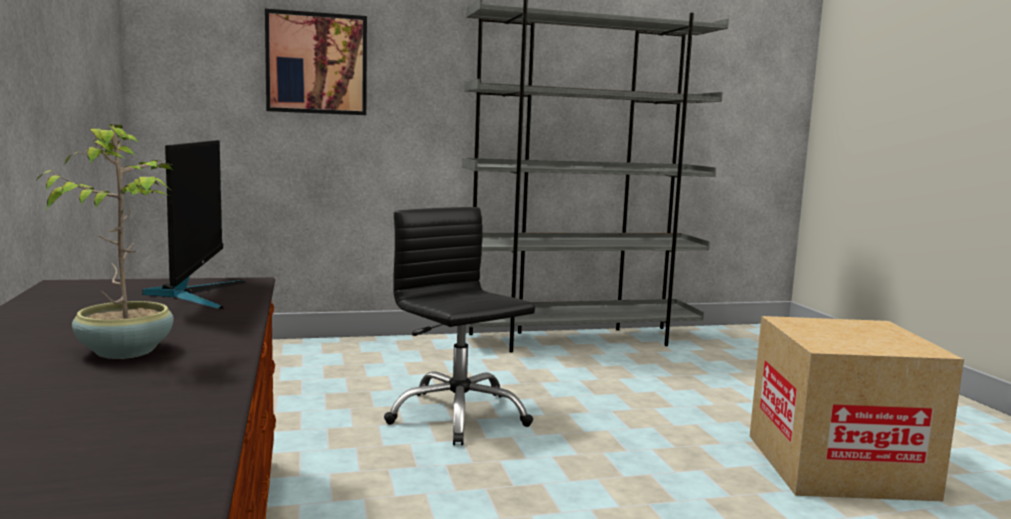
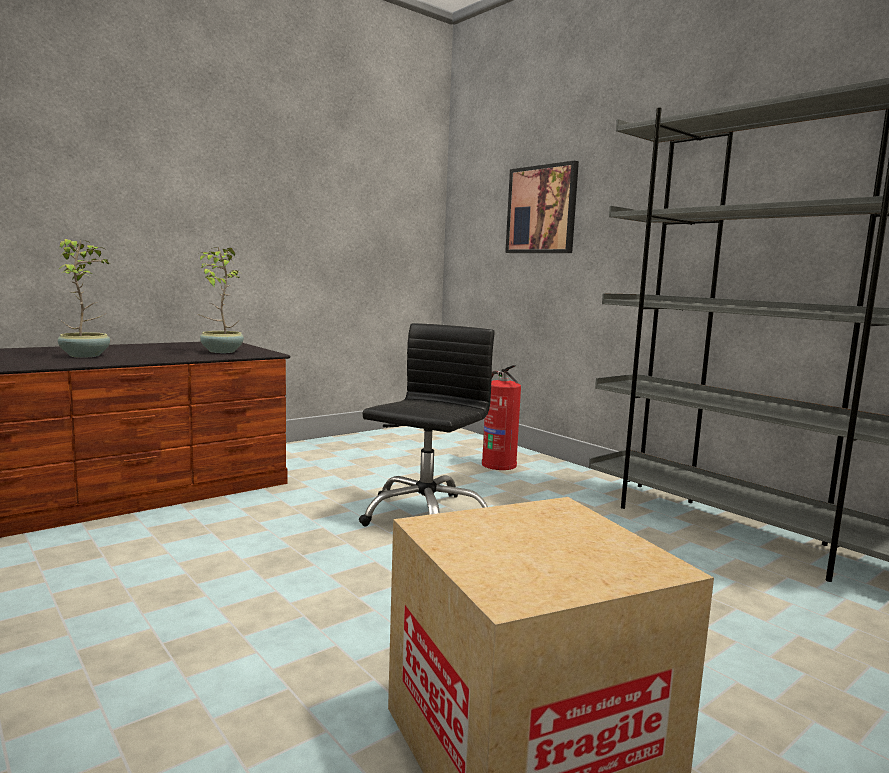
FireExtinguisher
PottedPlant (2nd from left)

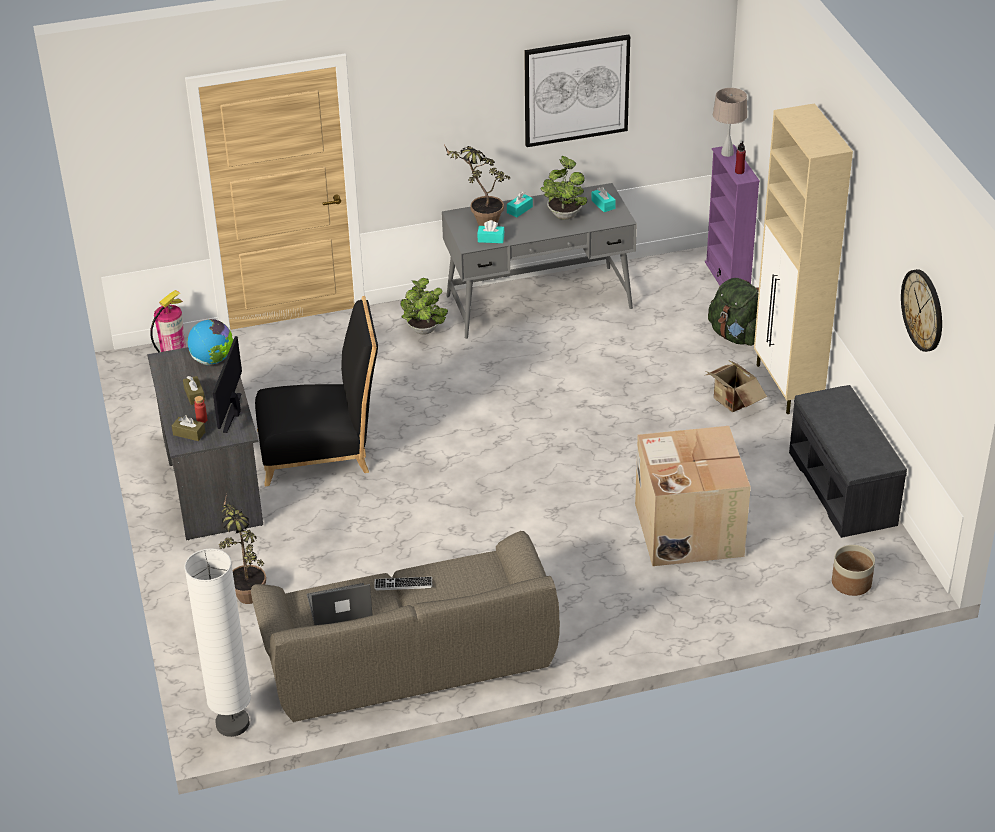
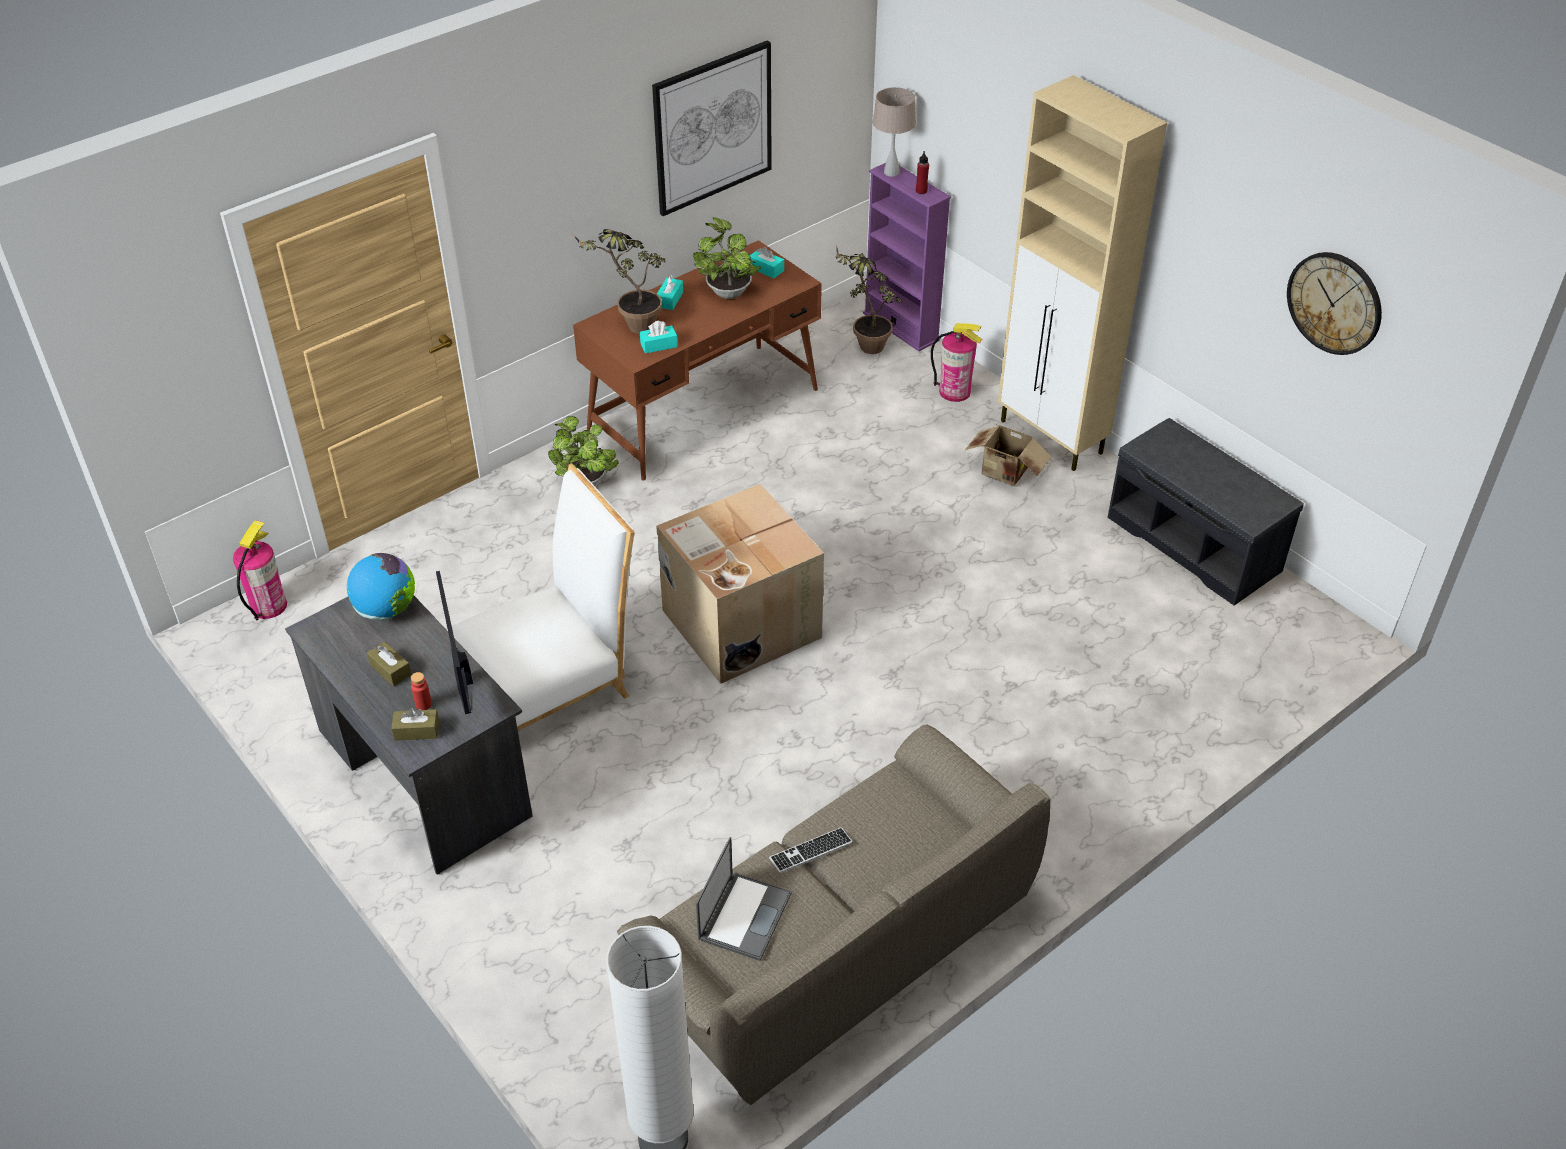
Planter
PottedPlant (4th from left)
CardboardBox (1st from left)
FireExtinguisher (2nd from left)
WhiteChair
BrownDesk
Laptop

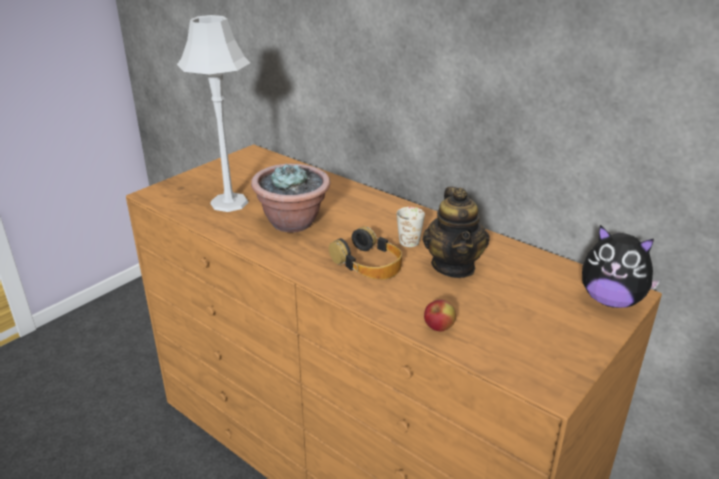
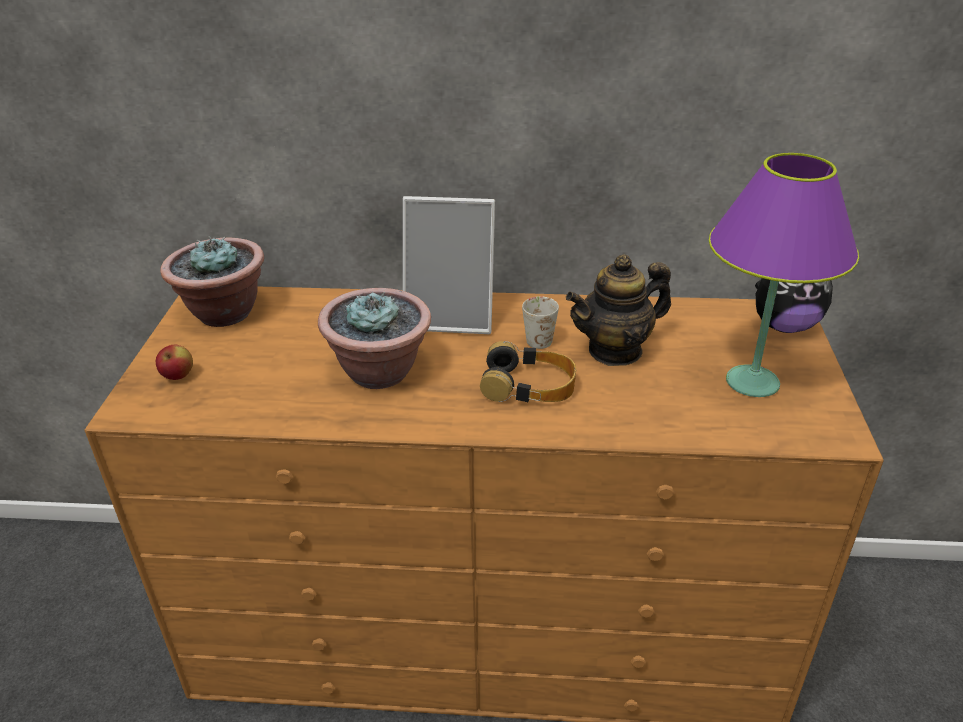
GreyTableLamp
PottedPlant (1st from left)
PictureFrame
PurpleTableLamp
Apple
Teapot

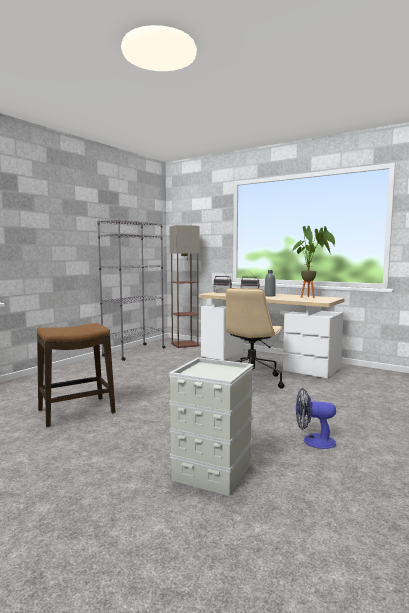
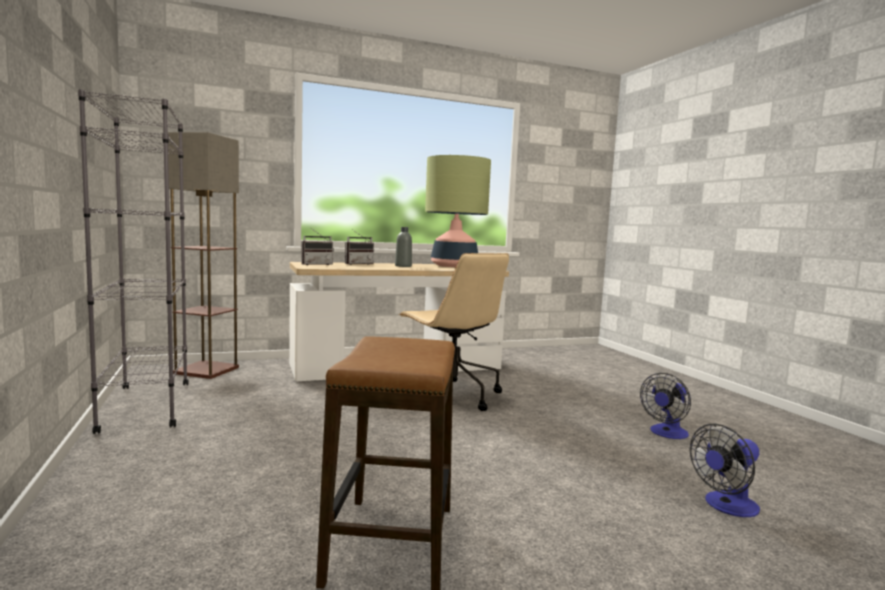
Fan (2nd from left)
TableLamp

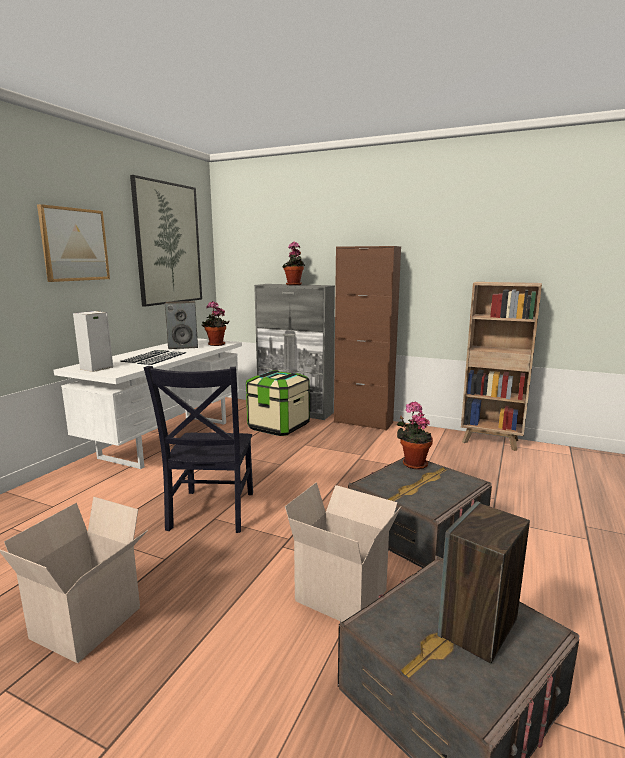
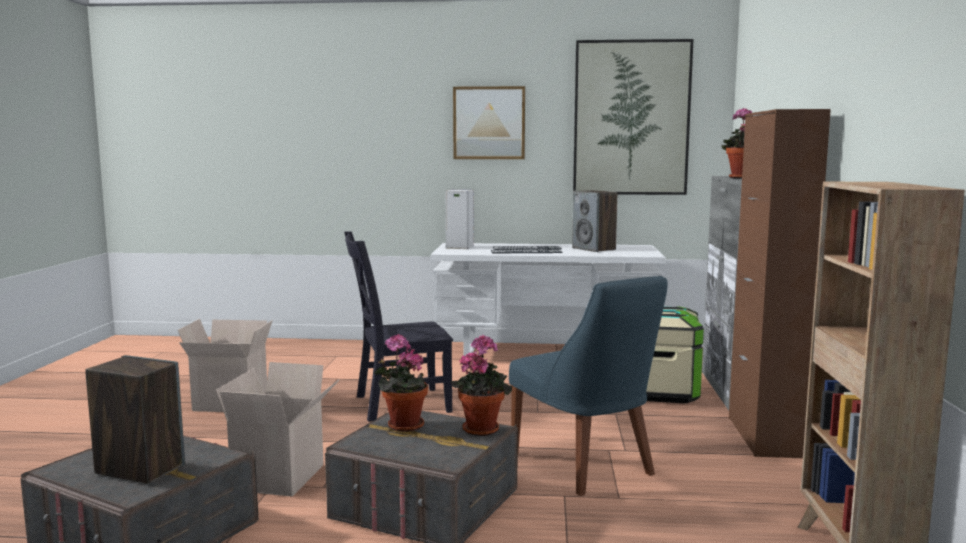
BlueChair
PottedPlant (1st from left)

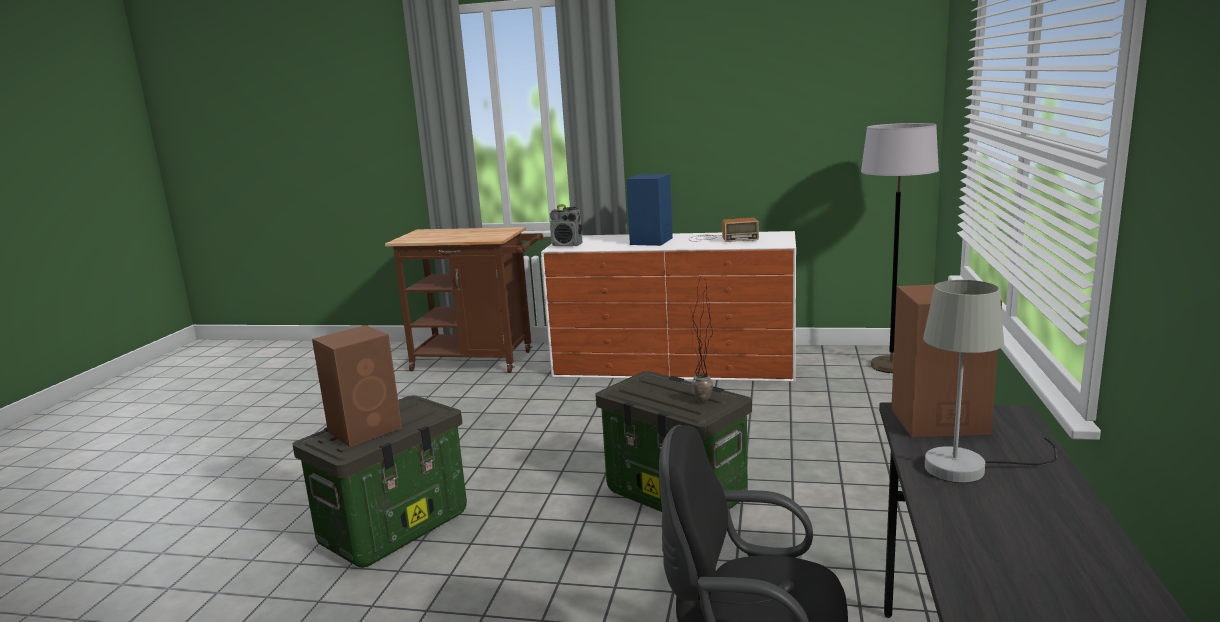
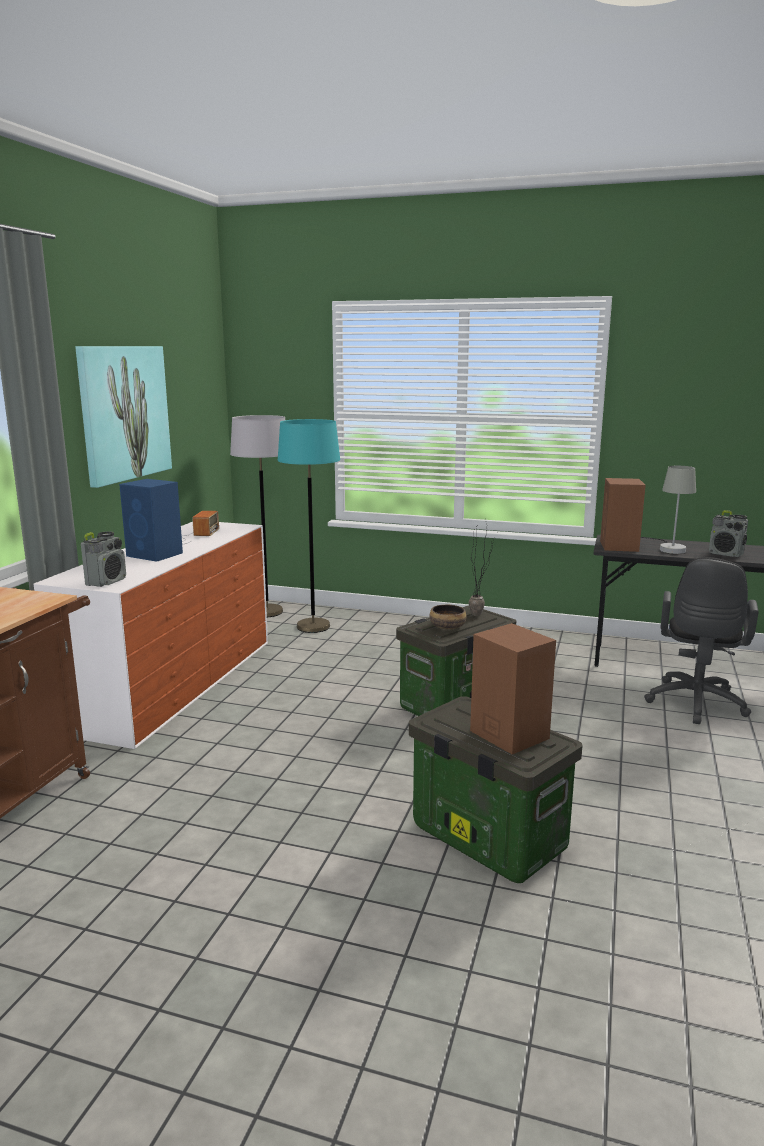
Picture
TurquoiseFloorLamp
Bowl
Radio (3rd from left)

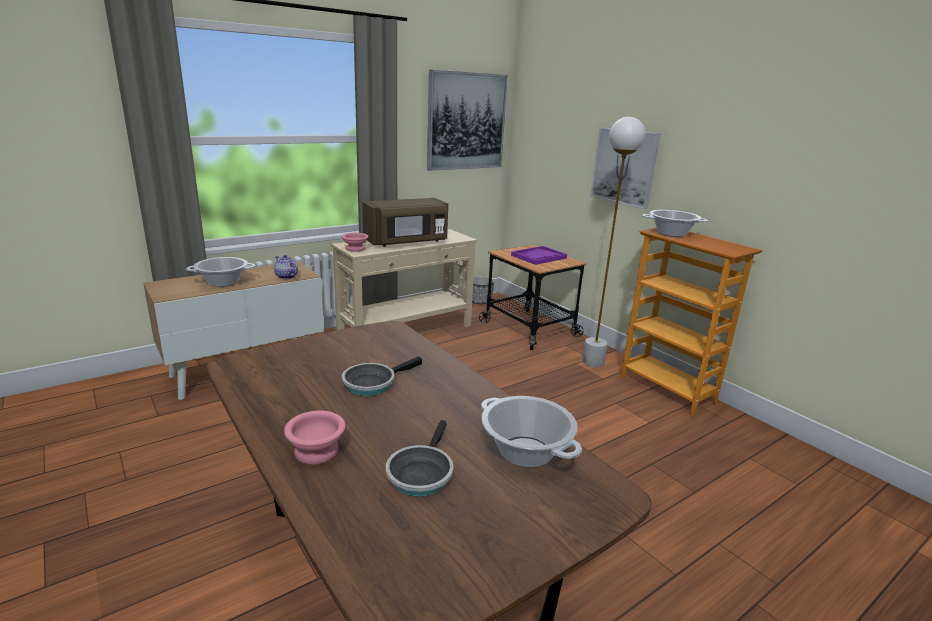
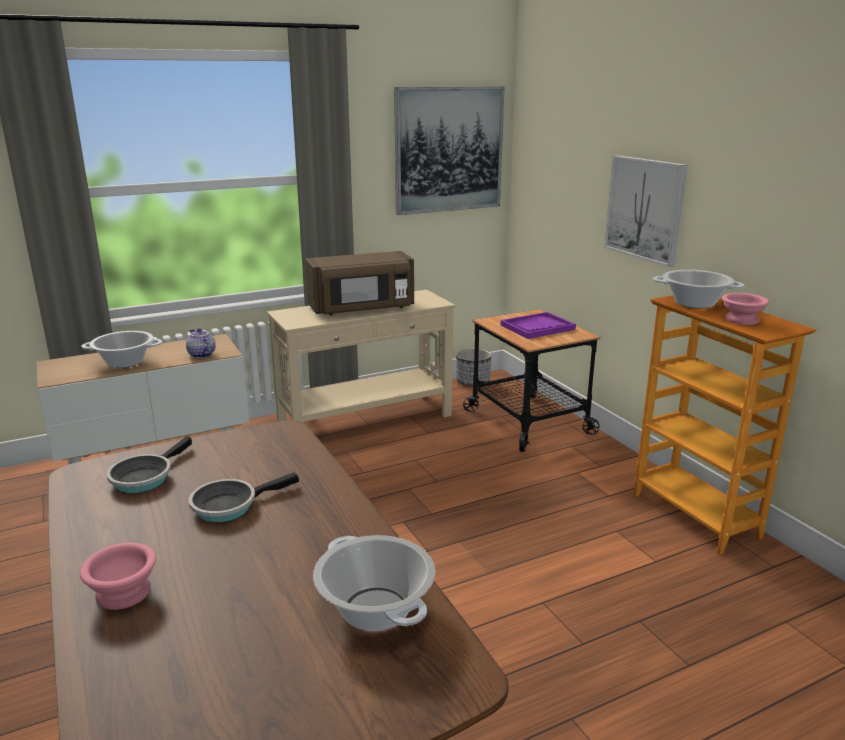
WhiteFloorLamp
PinkBowl (2nd from left)
FryingPan (1st from left)

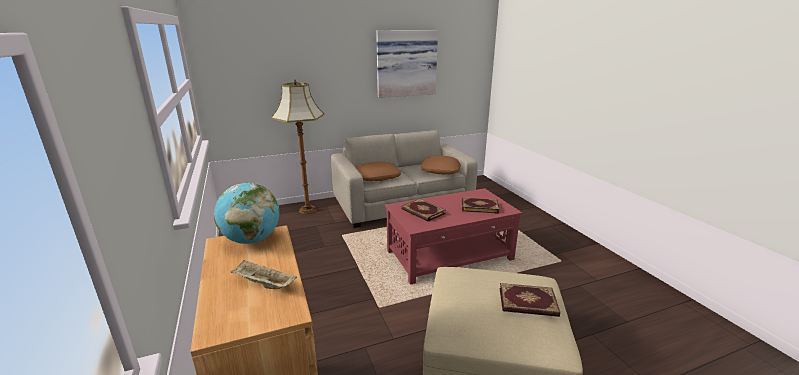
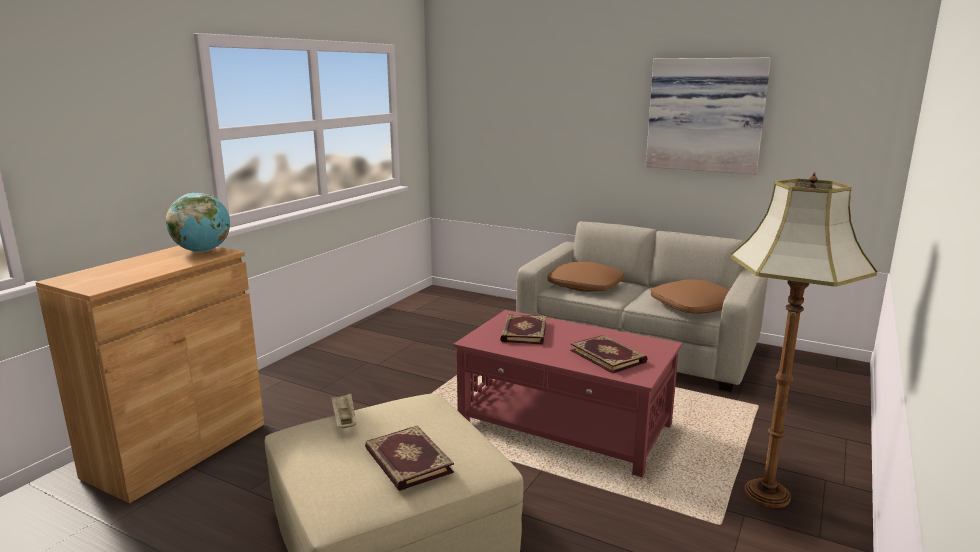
BeigeTray
FloorLamp

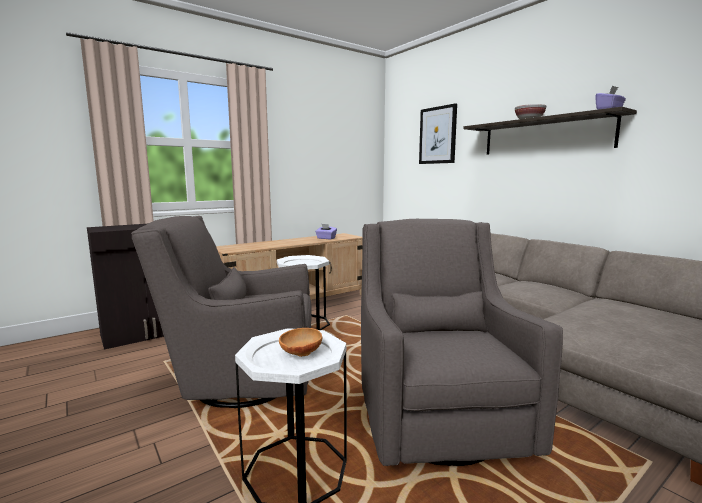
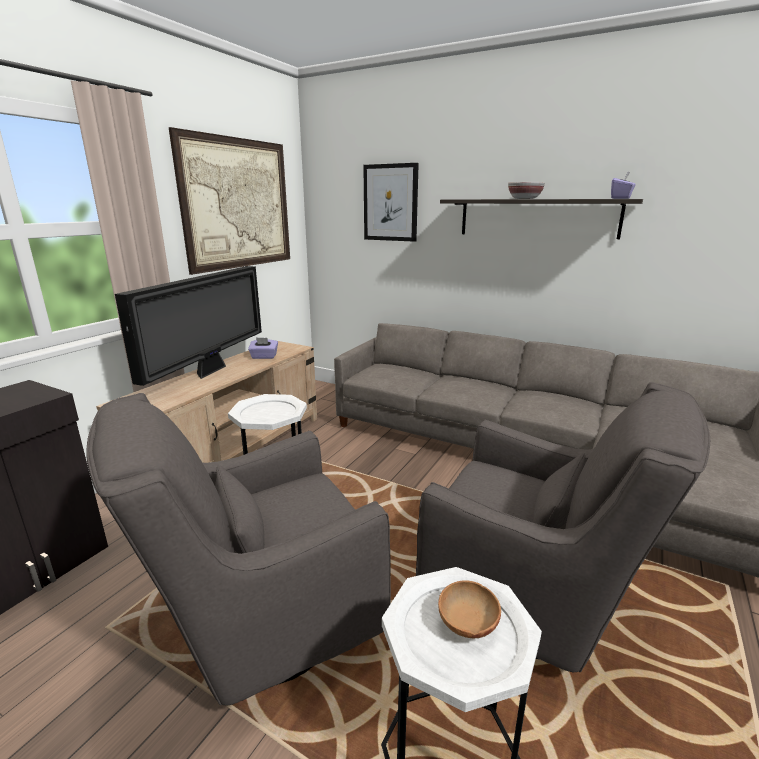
Television
Picture (1st from left)
GreyArmchair (2nd from left)

